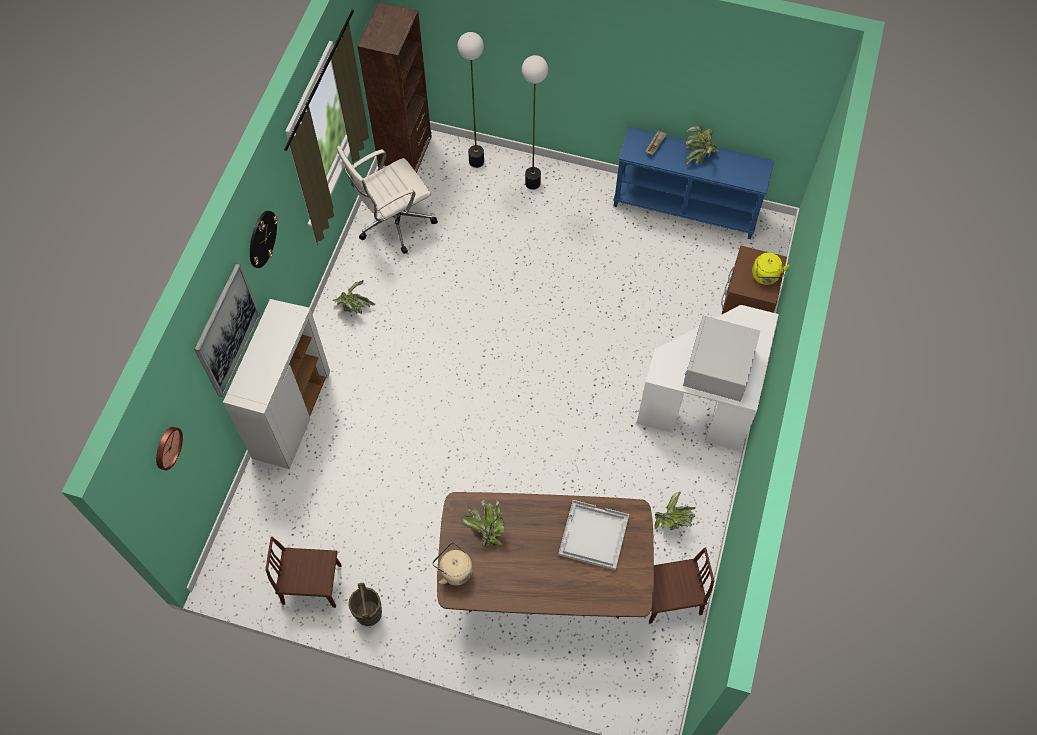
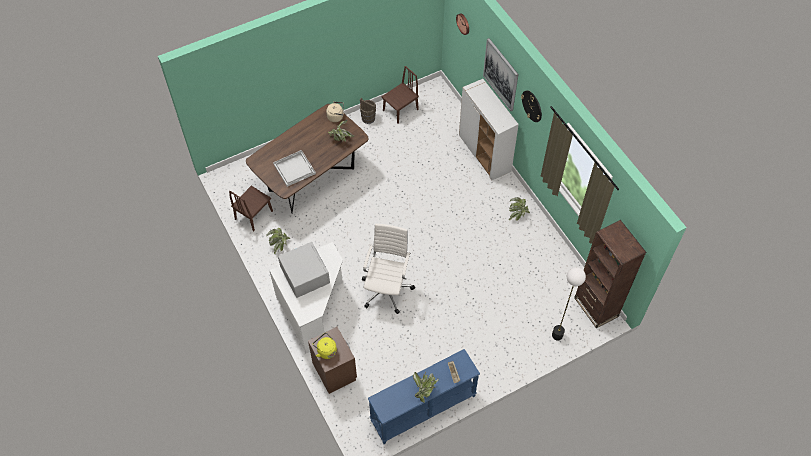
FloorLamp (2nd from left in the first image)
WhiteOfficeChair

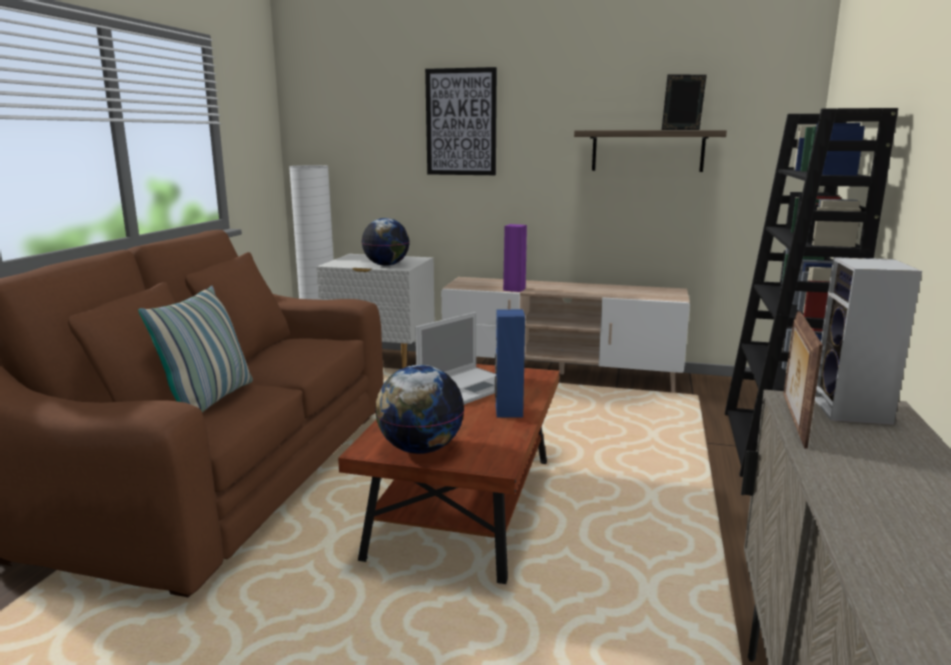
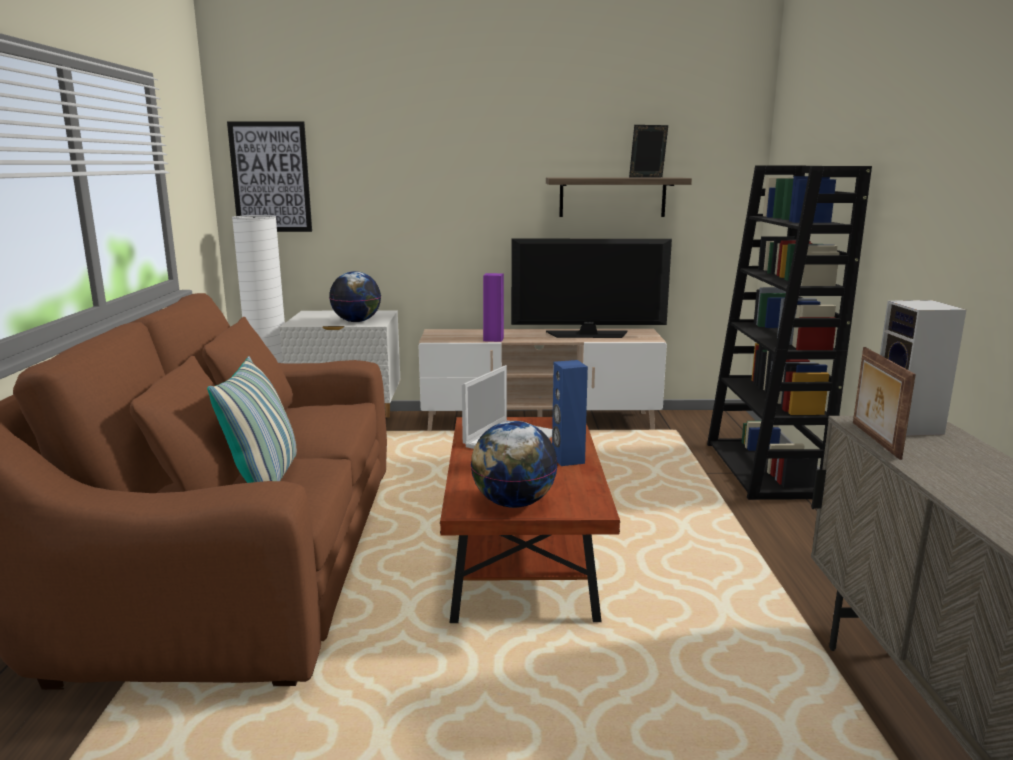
Television
Picture

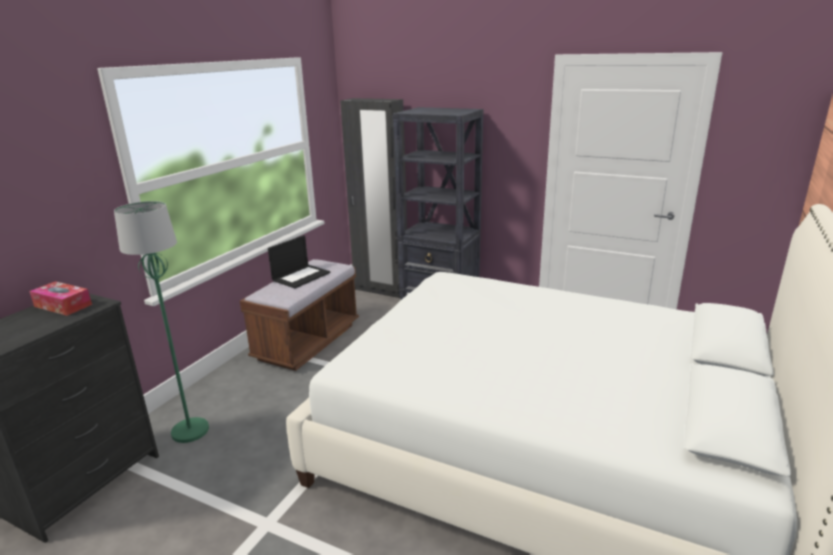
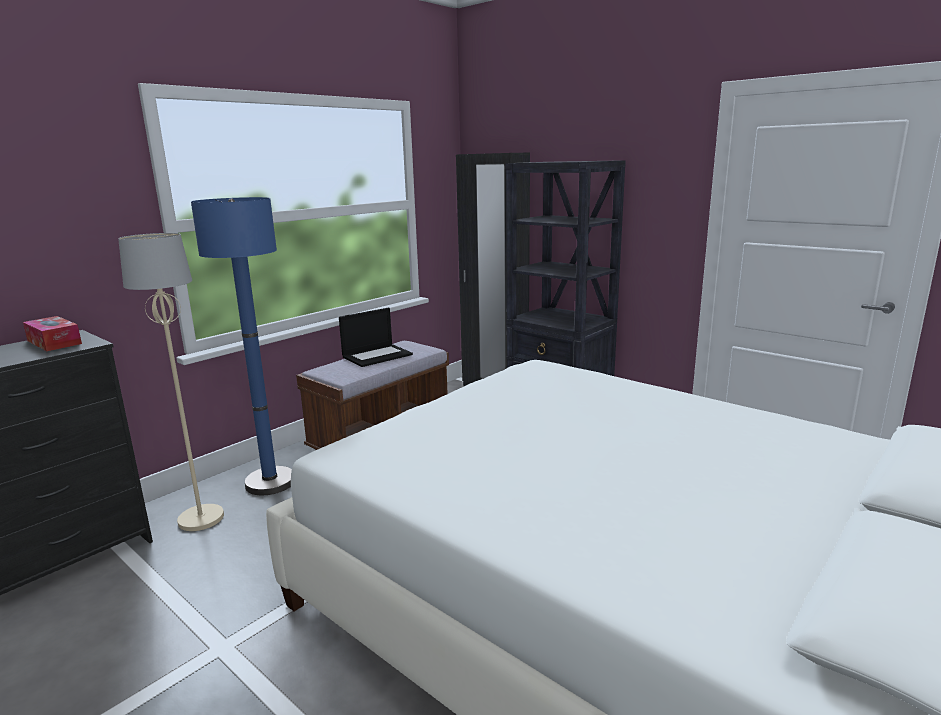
BlueFloorLamp
BeigeFloorLamp

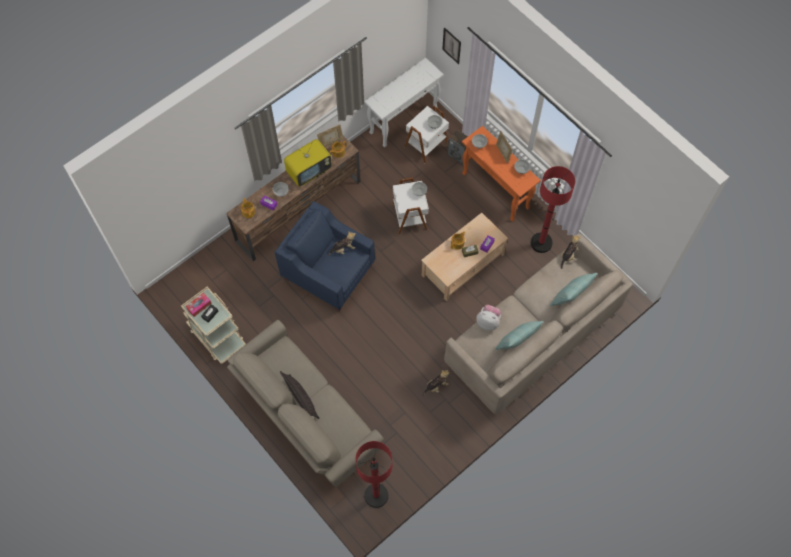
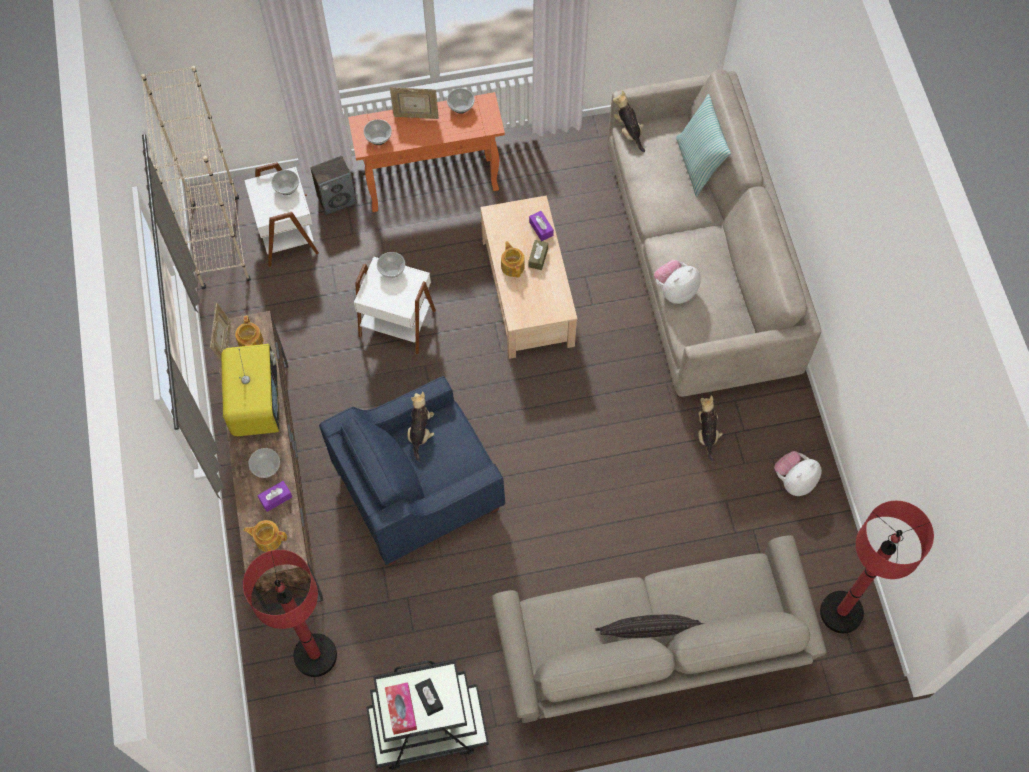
Picture
Pillow (2nd from left in the first image)
PlushToy (5th from left)
RedFloorLamp (1st from left)
BeigeBookcase
BlackCart

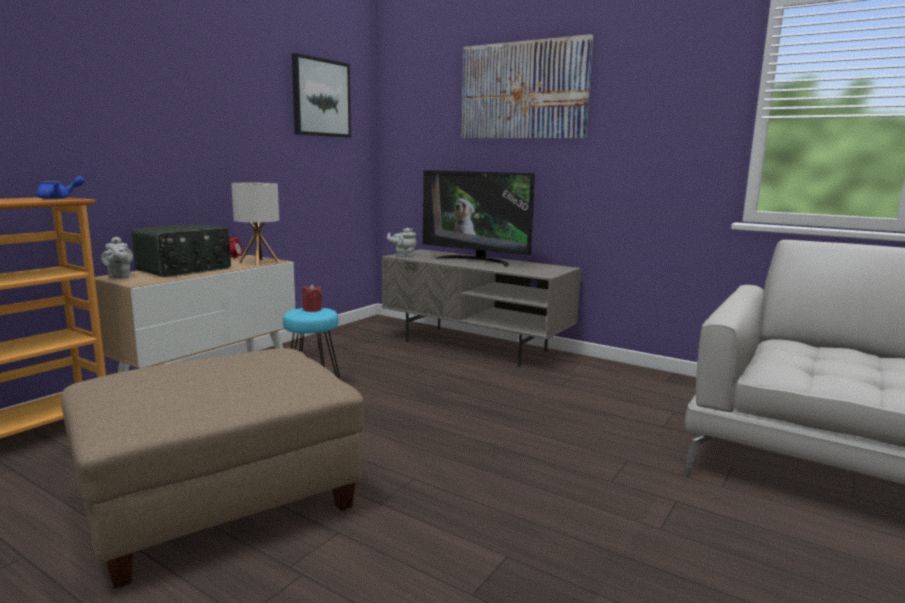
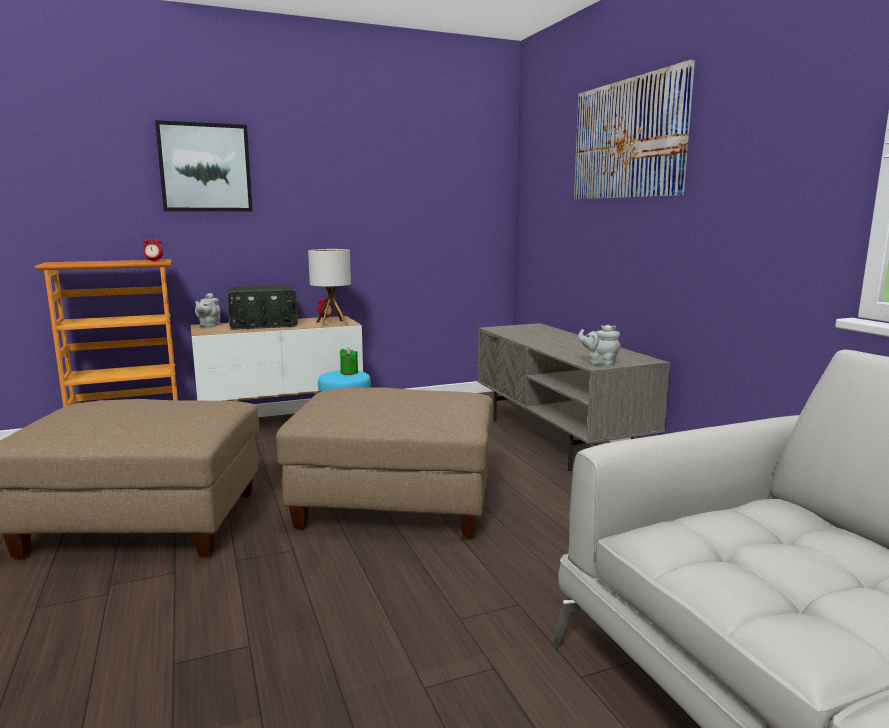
Television
BeigeOttoman (2nd from left)
Picture (1st from left)
GreyTeapot (2nd from left)
AlarmClock (1st from left)
GreenCandle

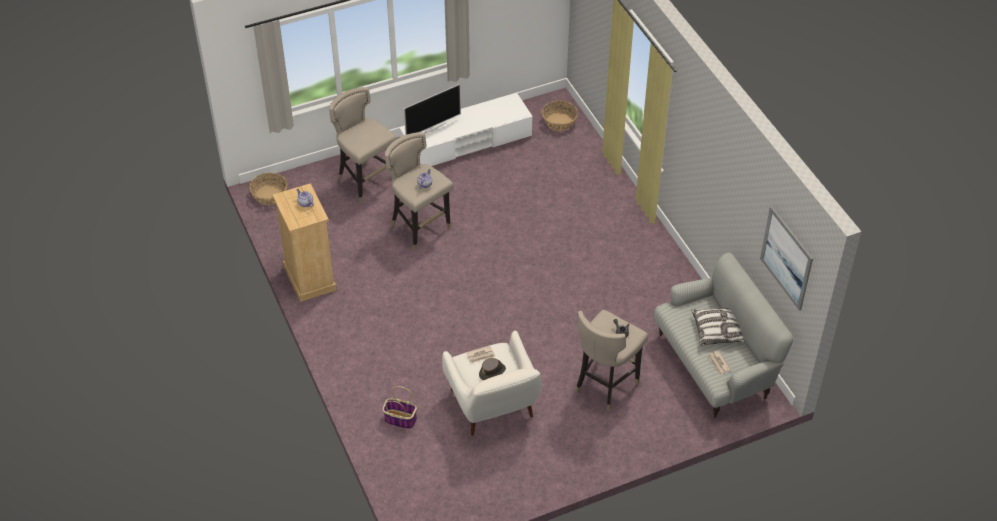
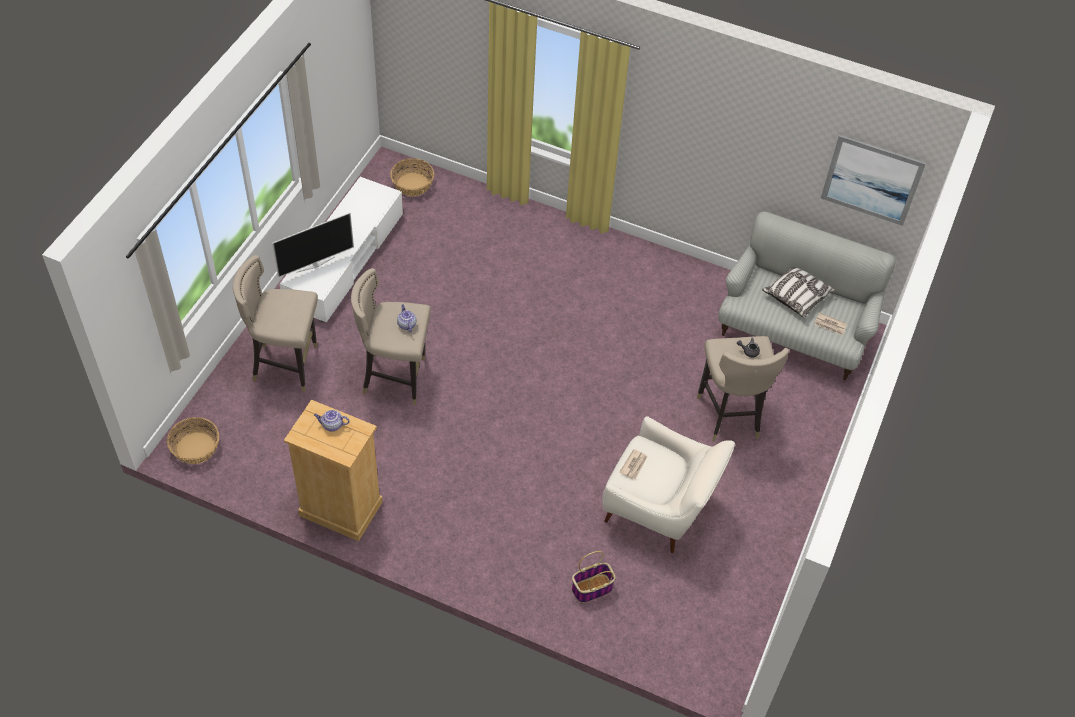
BrownHat
Television

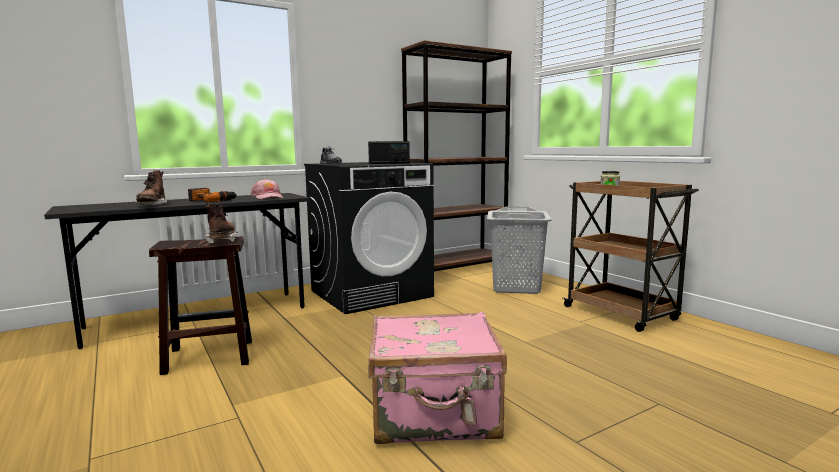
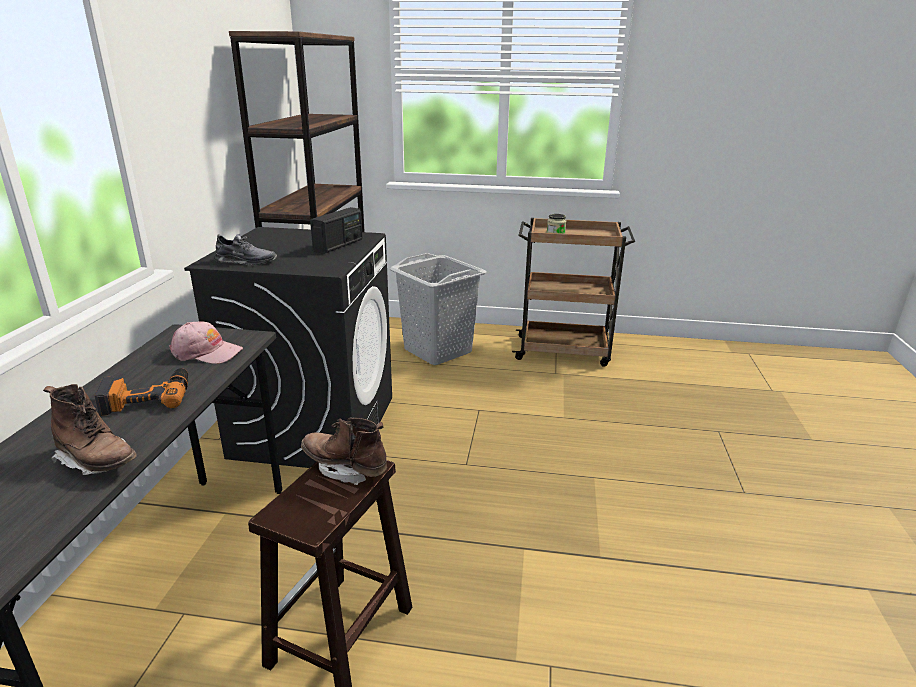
PinkSuitcase

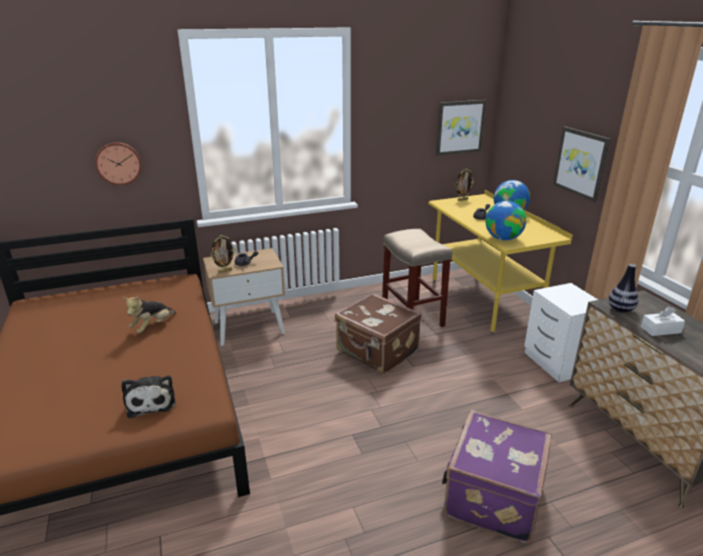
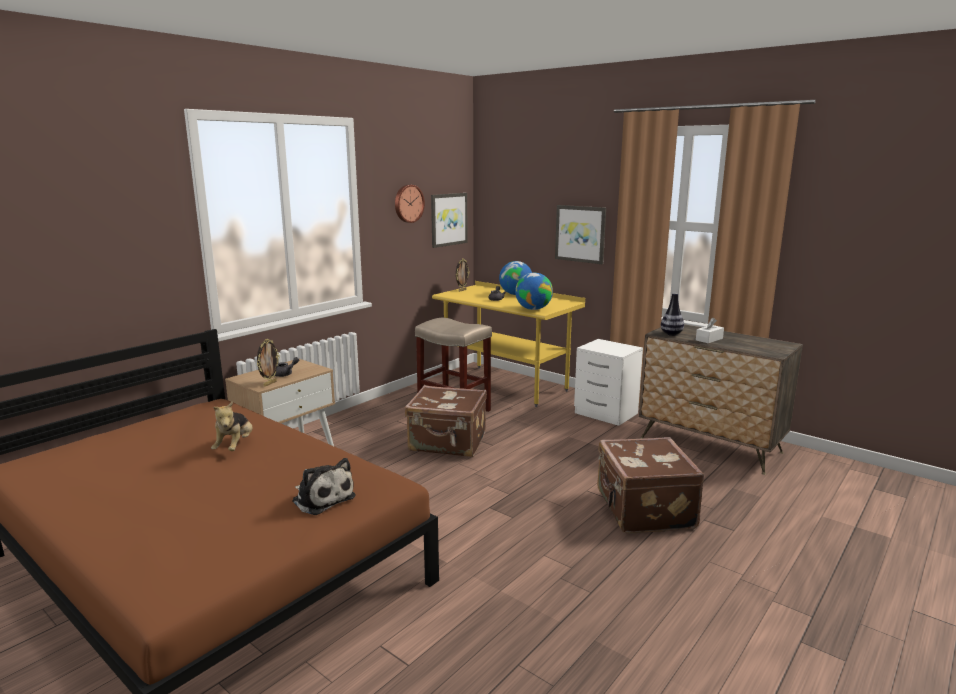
WallClock
BrownSuitcase (2nd from left)

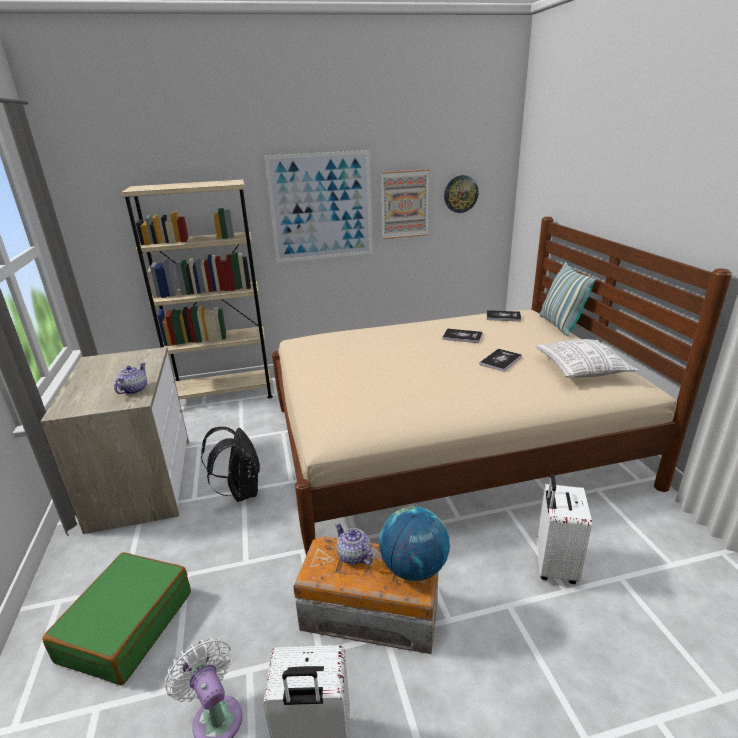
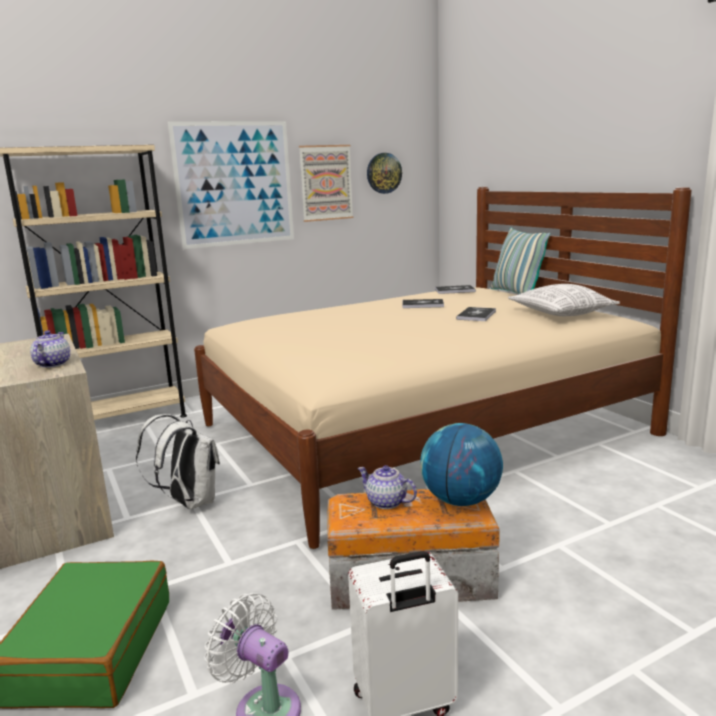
WhiteSuitcase (2nd from left in the first image)
WhiteBackpack

